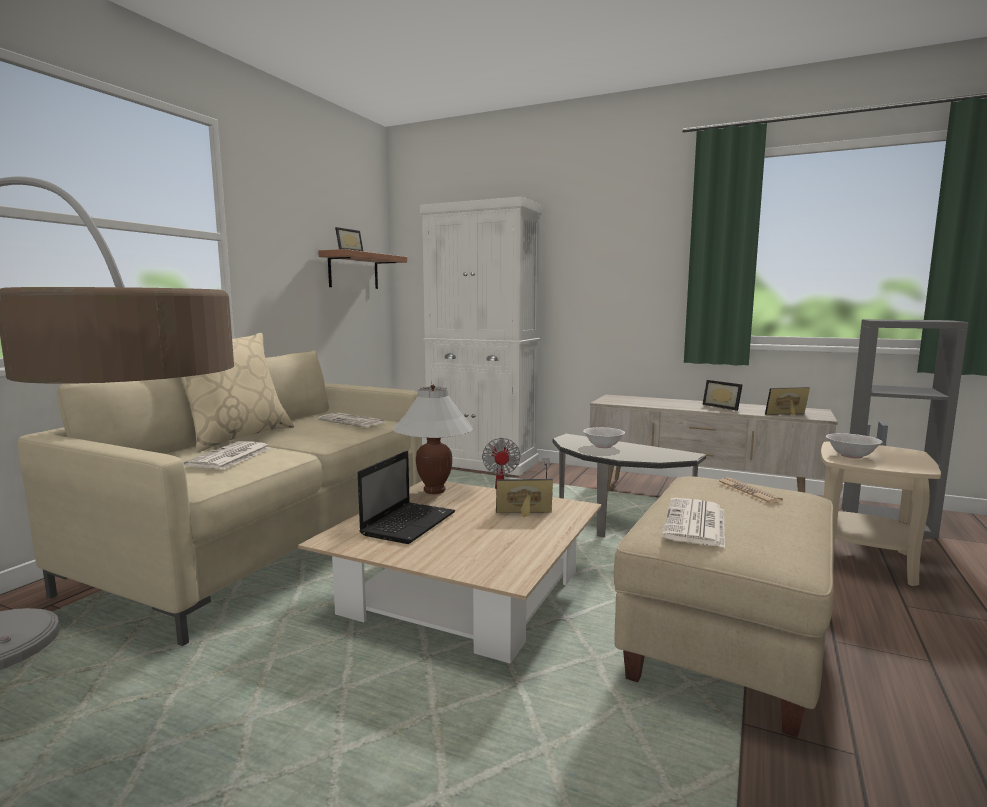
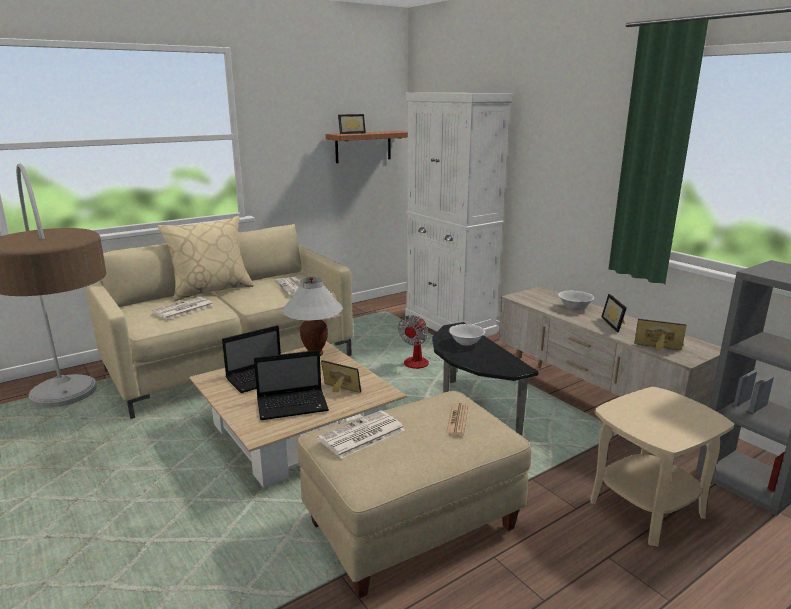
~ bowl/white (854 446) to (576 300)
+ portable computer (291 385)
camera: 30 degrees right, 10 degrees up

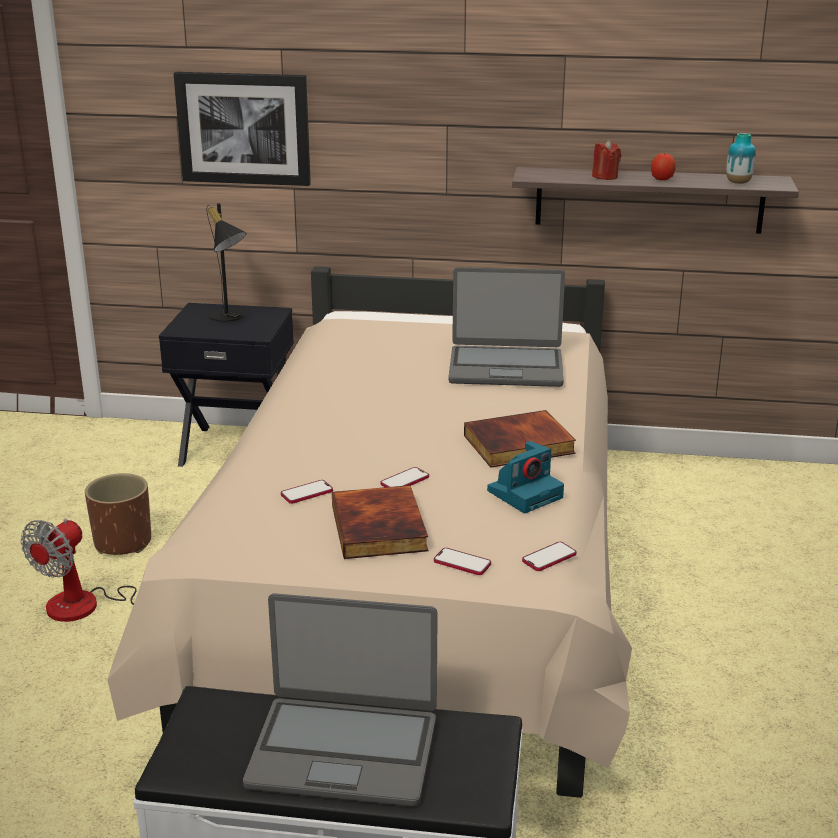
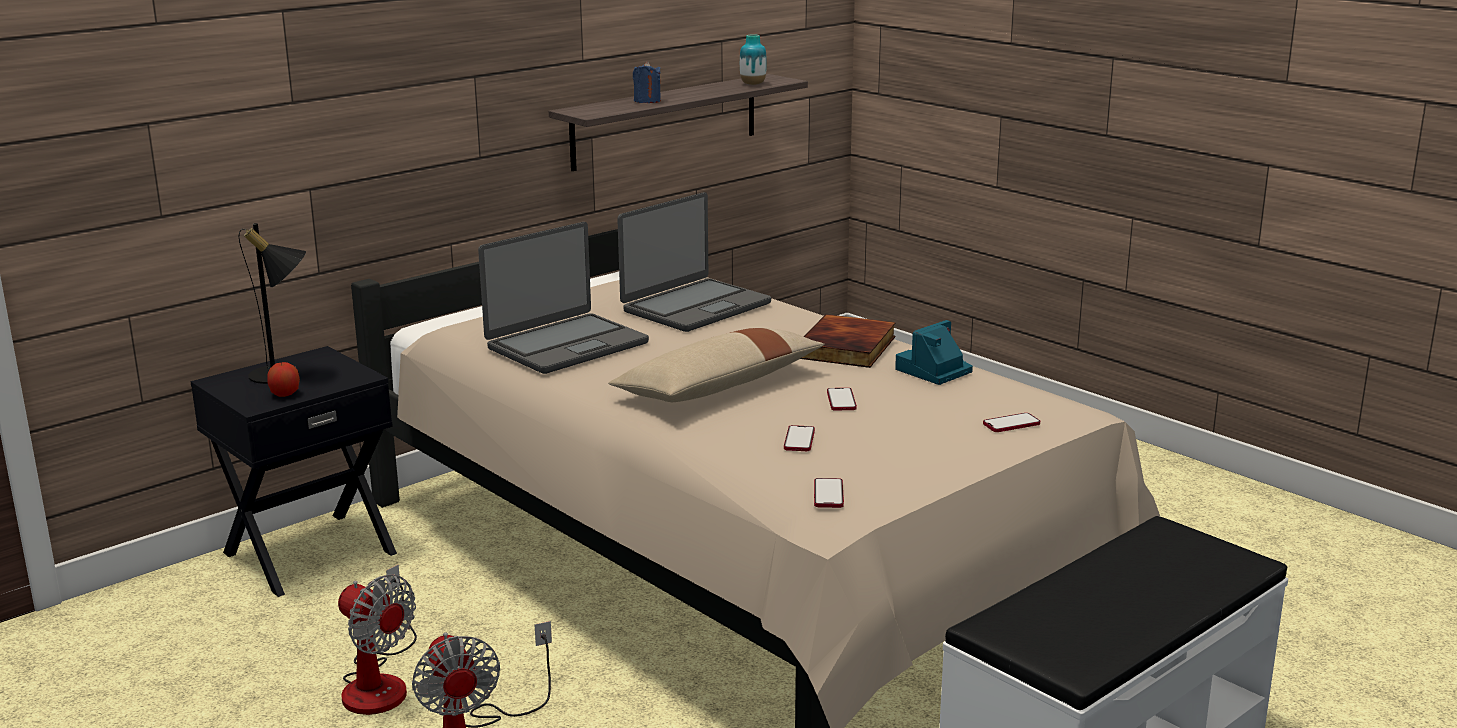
~ planter/brownish (118 514) to cooling fan (377 640)
- wall picture (242 129)
~ portable computer (340 700) to (563 298)
- bound book (380 522)
~ photo camera (525 477) = (934 352) 135 degrees counterclockwise
~ phone (549 556) to (829 493)
~ candle/reddish (606 160) to candle/blue (647 82)
~ apple (663 166) to (283 379)
+ throw pillow/sand-coloured (717 365)
camera: 50 degrees left, 5 degrees down

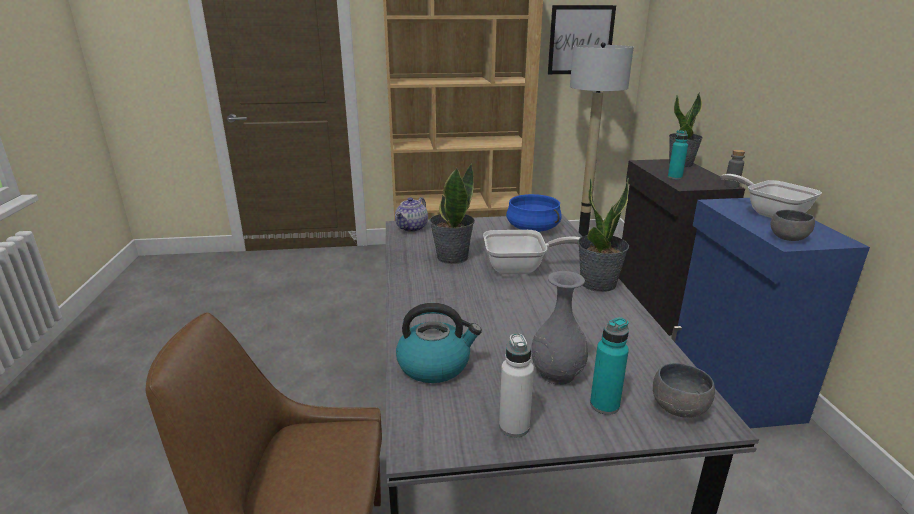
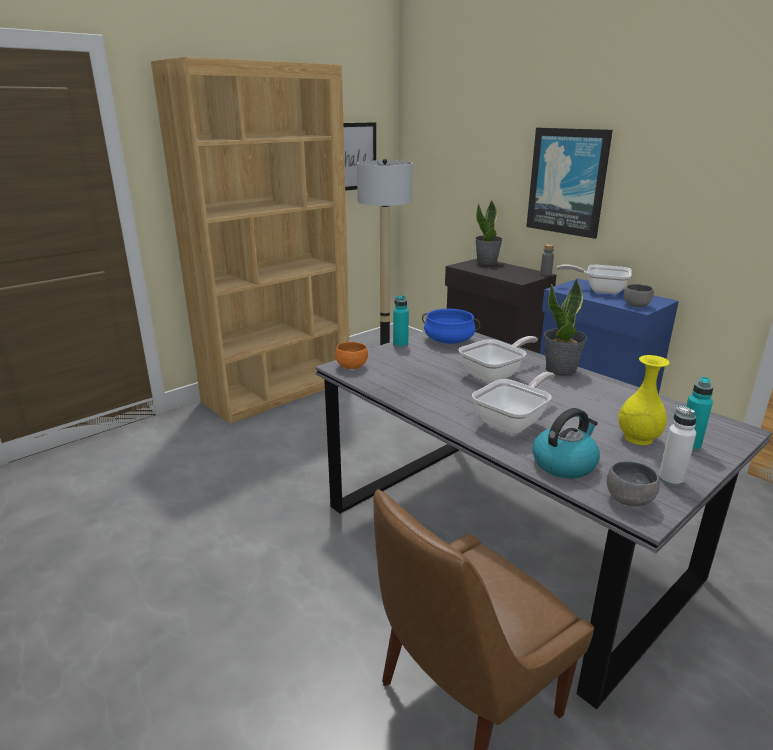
~ tea pot (411 214) to bowl/orangey (351 355)
- potted plant (452 213)
~ flower vase/grey (559 328) to flower vase/yellow (644 400)
~ bowl/grey (684 390) to (633 483)
~ beverage bottle/blue-green (678 155) to (401 321)
+ pan (513 403)
+ wall picture (569 183)
camera: 35 degrees left, 0 degrees up

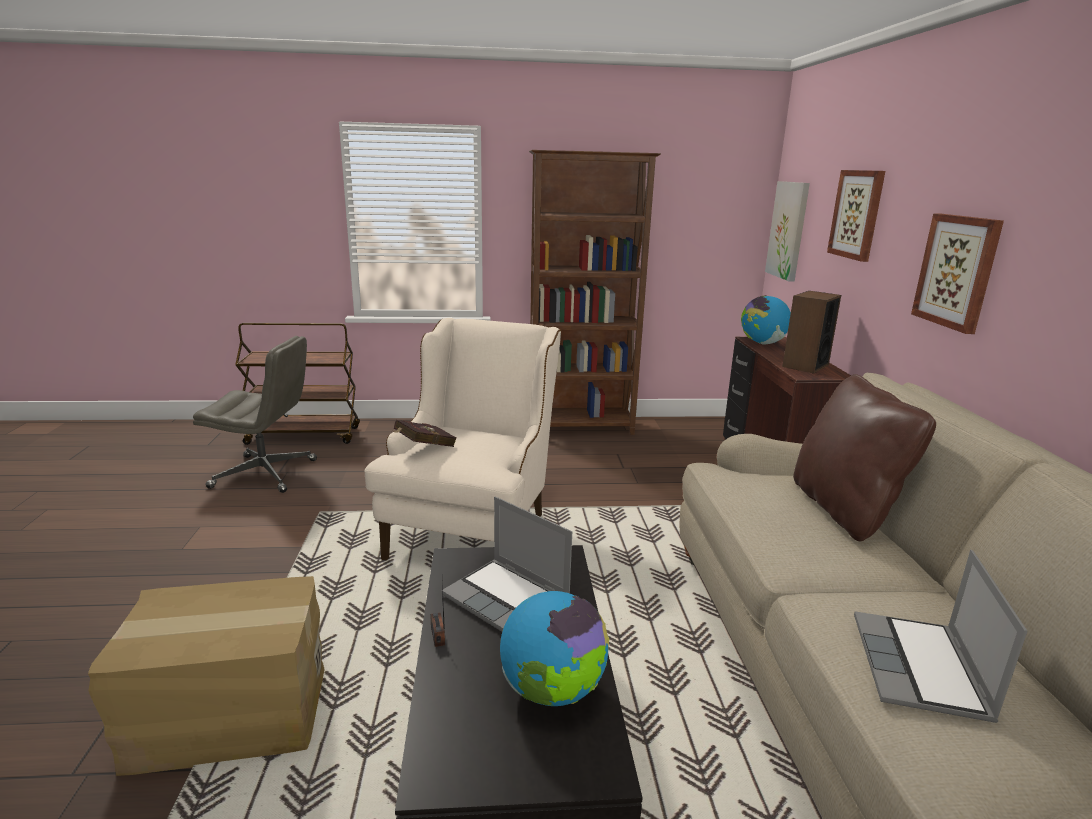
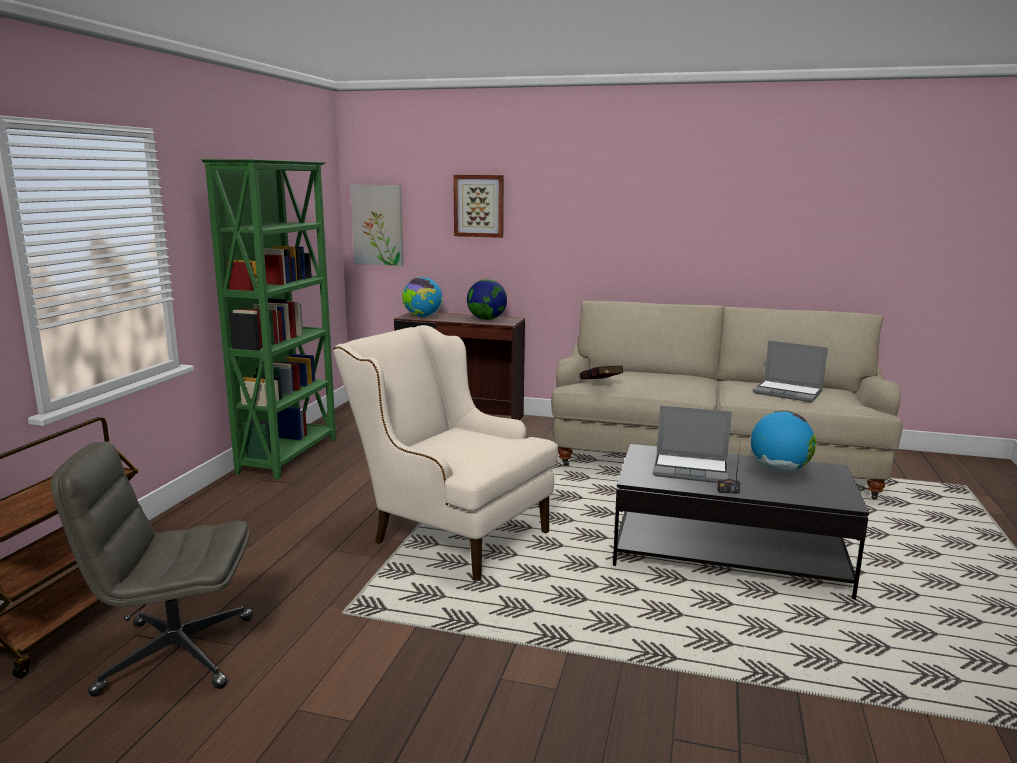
- cardboard box (206 676)
~ computer chair/grey (255 414) = (152 569) 120 degrees counterclockwise
~ bound book/reddish (424 433) to (601 372)
~ portable computer (507 564) = (692 444) 45 degrees clockwise
~ bookshelf/brownish (595 292) to bookshelf/greenish (268 319)
~ loudspeaker (811 332) to world globe (487 299)
- throw pillow/brownish (864 457)
- wall picture (957 273)
camera: 70 degrees left, 5 degrees down

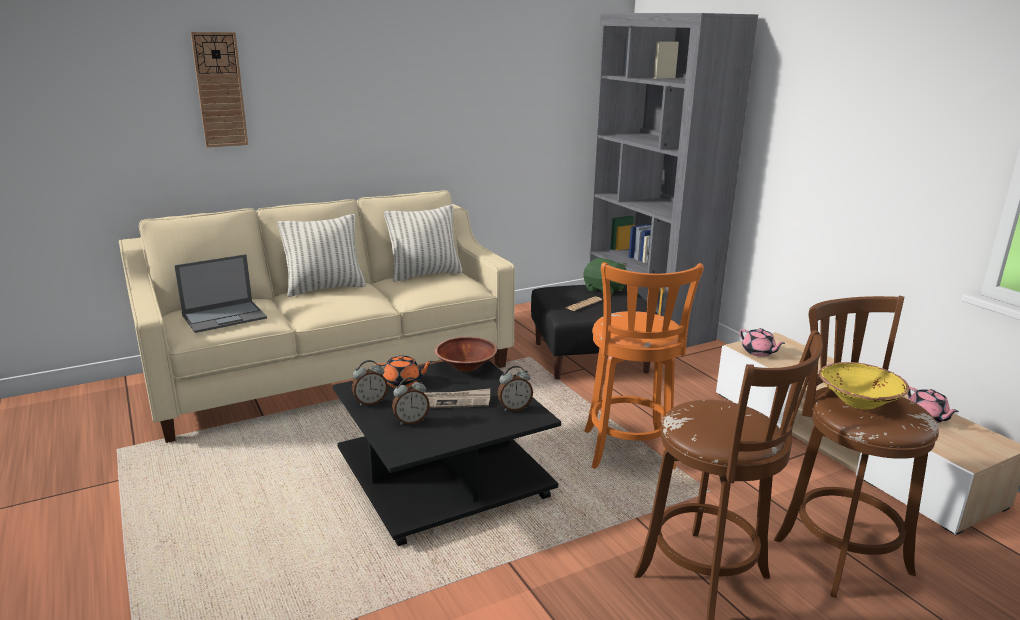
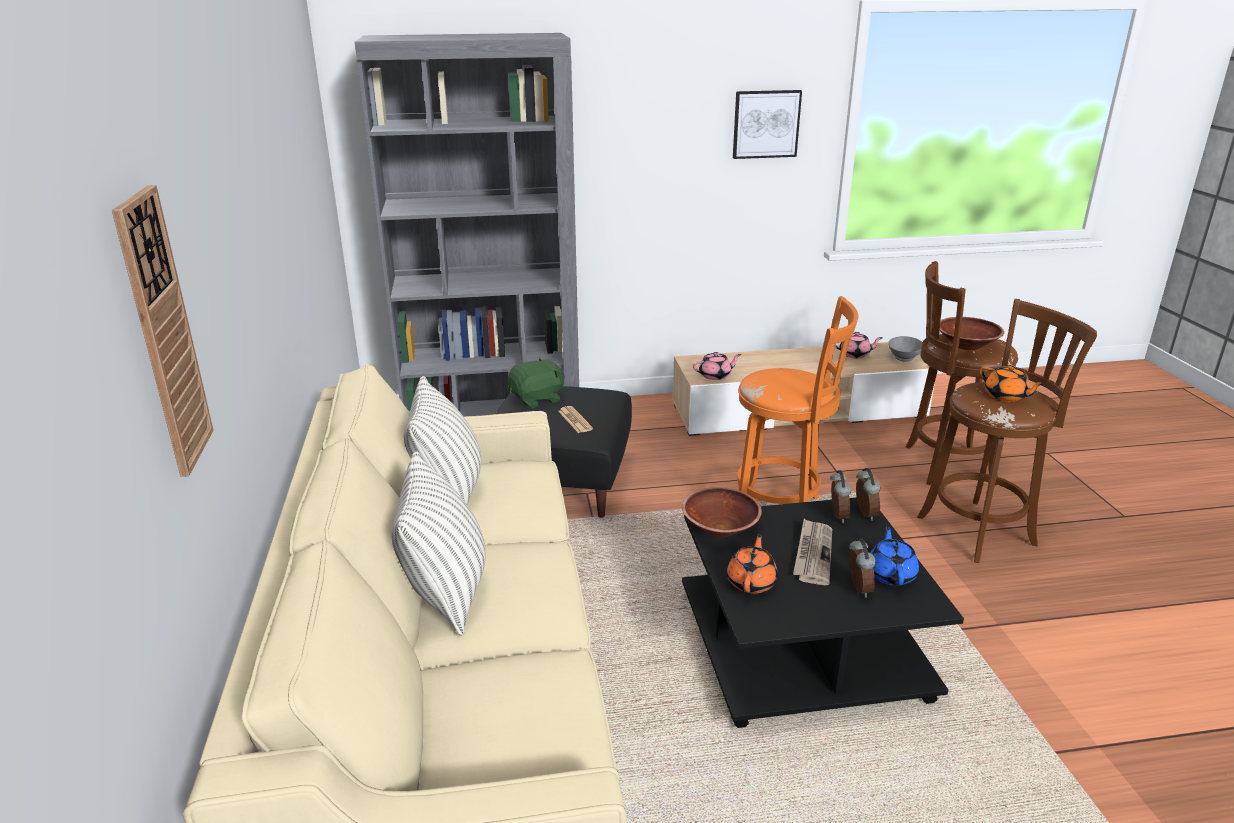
- portable computer (220 293)
~ alarm clock (370 383) to (868 494)
~ bowl/yellow (864 385) to bowl/brownish (972 333)
+ wall picture (767 124)
+ tea pot/blue (894 556)
+ bowl/grey (905 349)
+ tea pot/orangey (1012 383)
camera: 70 degrees left, 5 degrees up

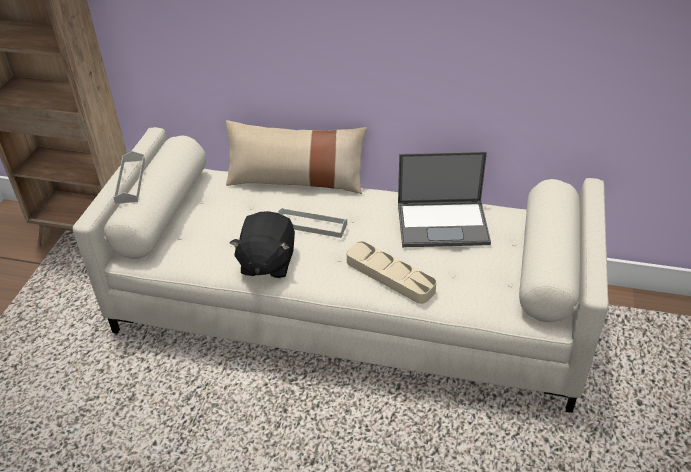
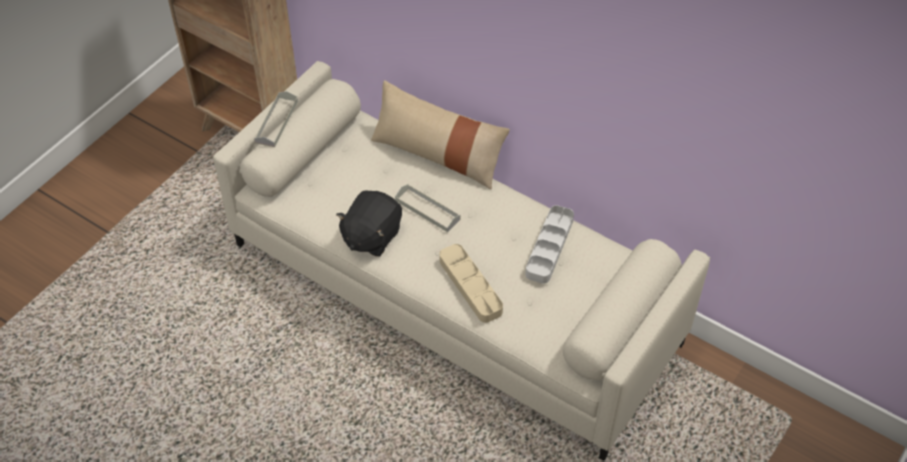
~ portable computer (444 199) to carrying tray/grey (549 244)
camera: 20 degrees right, 10 degrees up

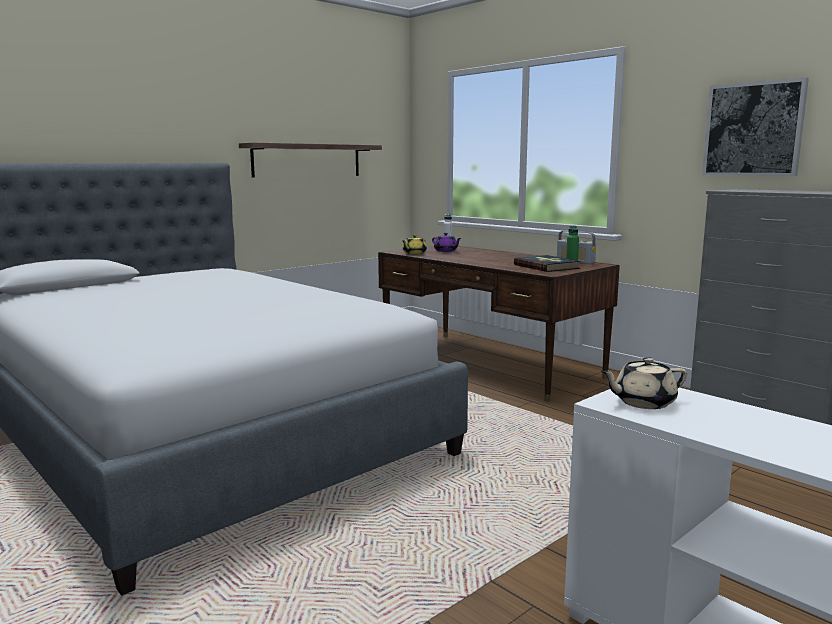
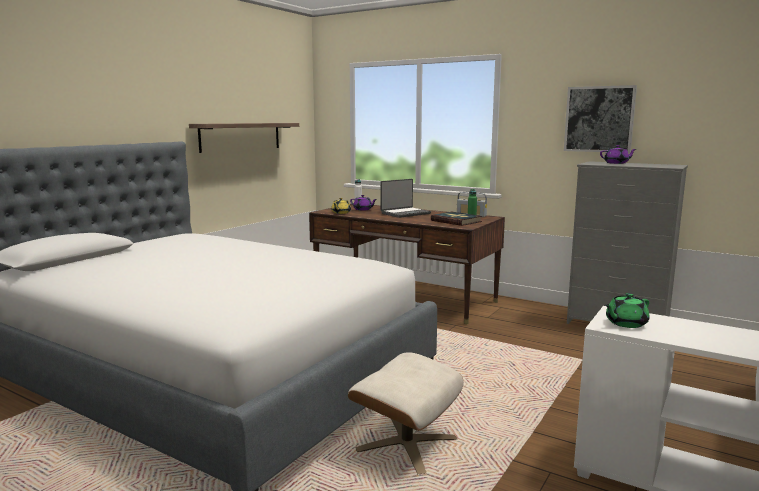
~ tea pot/sand-coloured (644 383) to tea pot/greenish (627 310)
+ ottoman/sand-coloured (406 413)
+ portable computer (405 198)
+ tea pot/purplish (618 154)
camera: 15 degrees left, 0 degrees up

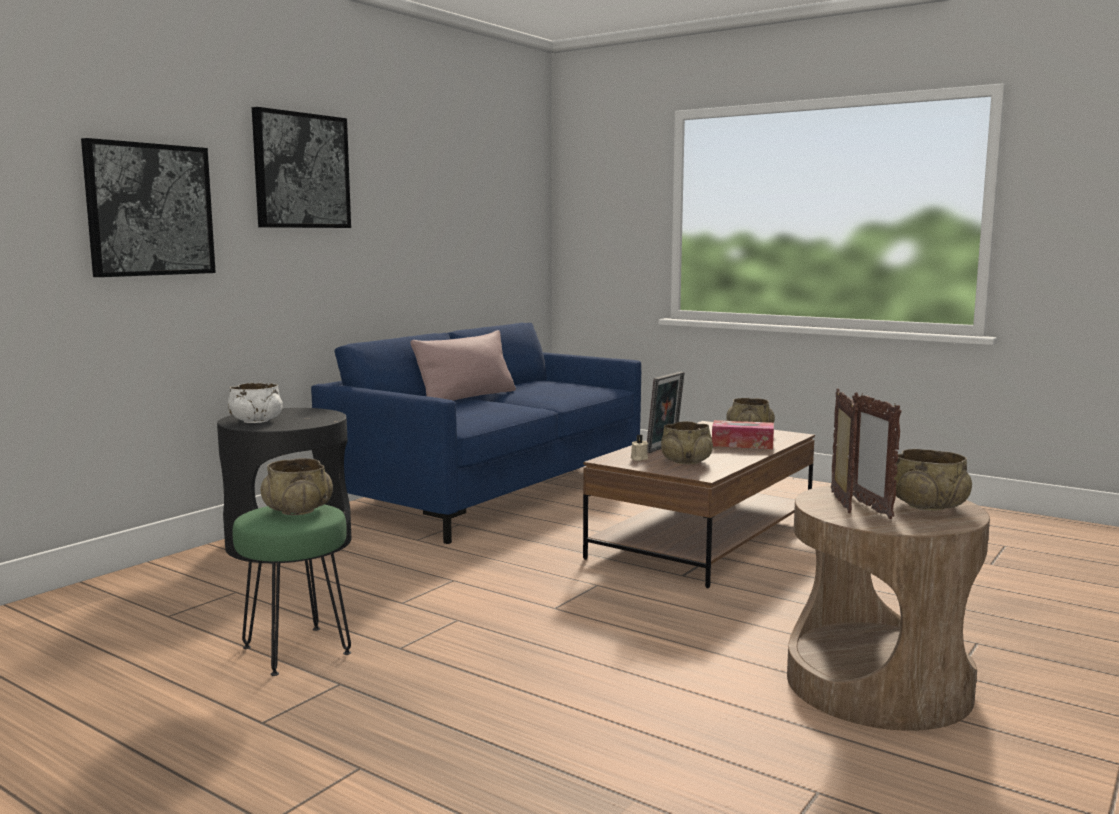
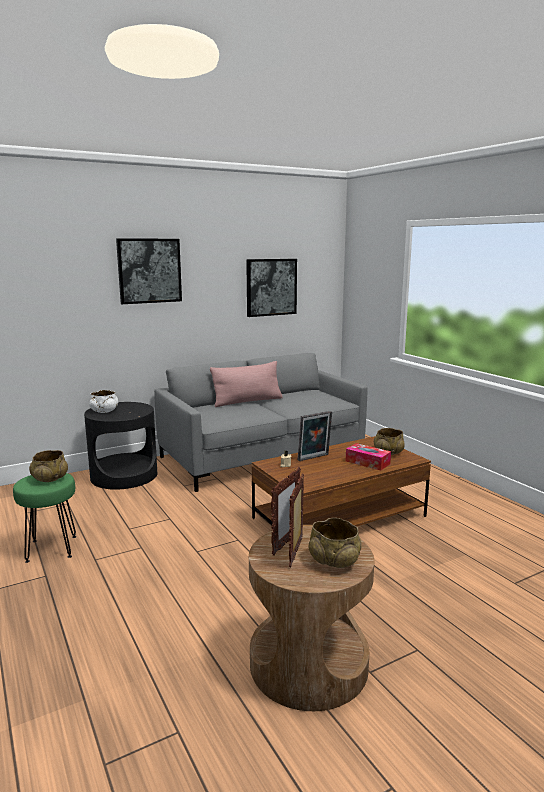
~ wall picture (148 207) to (271 288)
~ couch/blue (476 433) to couch/grey (261 422)
- bowl/sand-coloured (687 442)
camera: 25 degrees right, 5 degrees up

